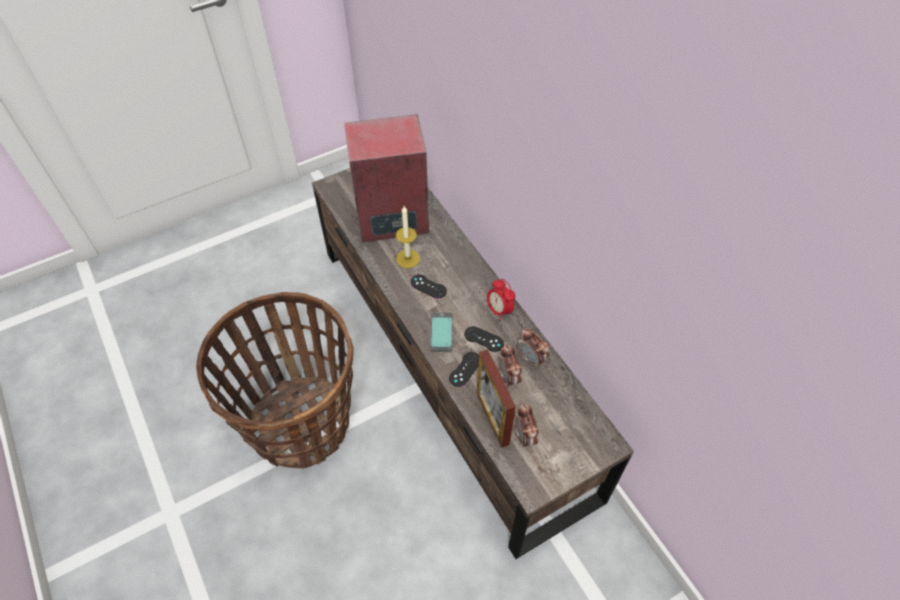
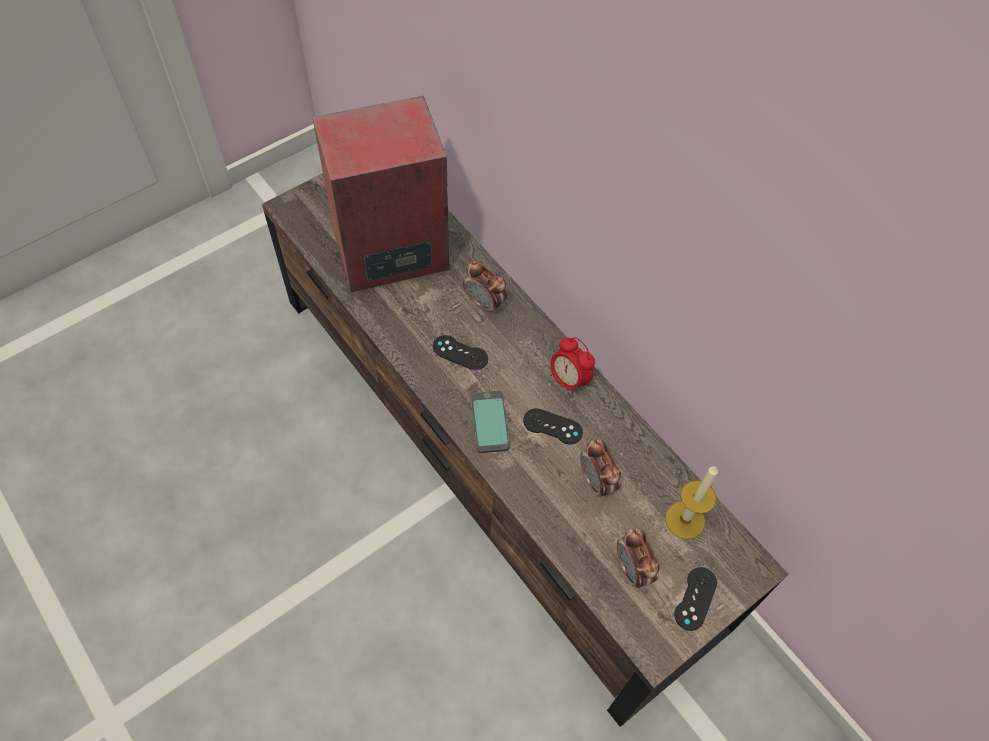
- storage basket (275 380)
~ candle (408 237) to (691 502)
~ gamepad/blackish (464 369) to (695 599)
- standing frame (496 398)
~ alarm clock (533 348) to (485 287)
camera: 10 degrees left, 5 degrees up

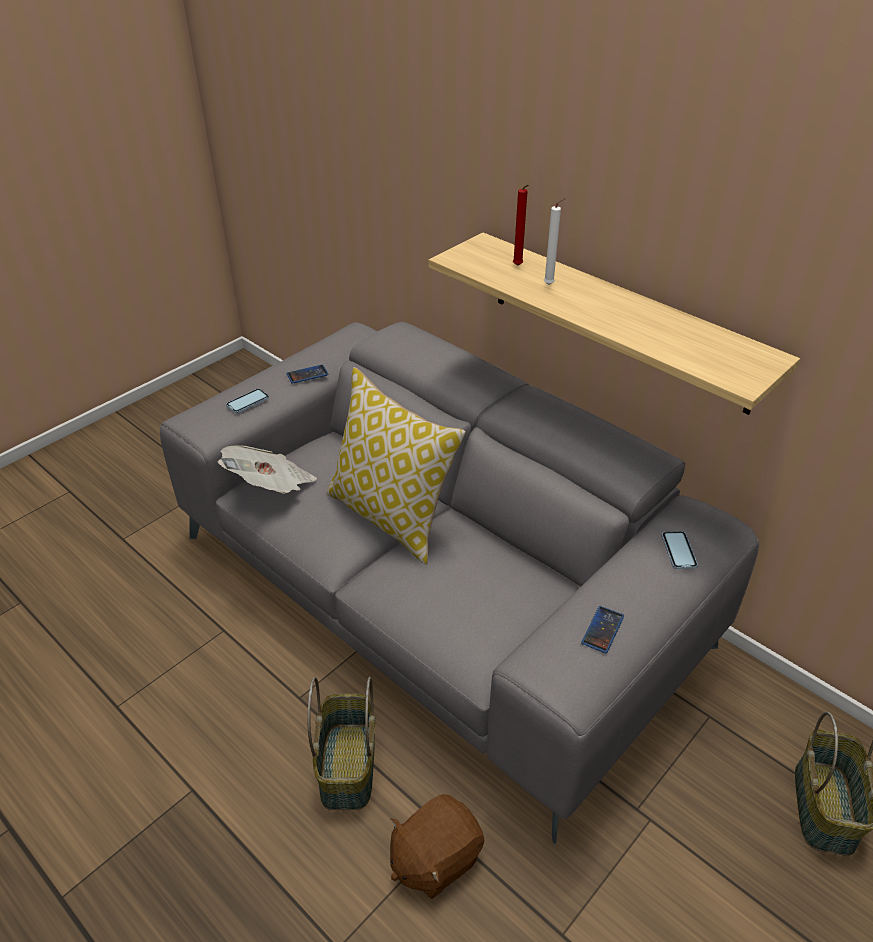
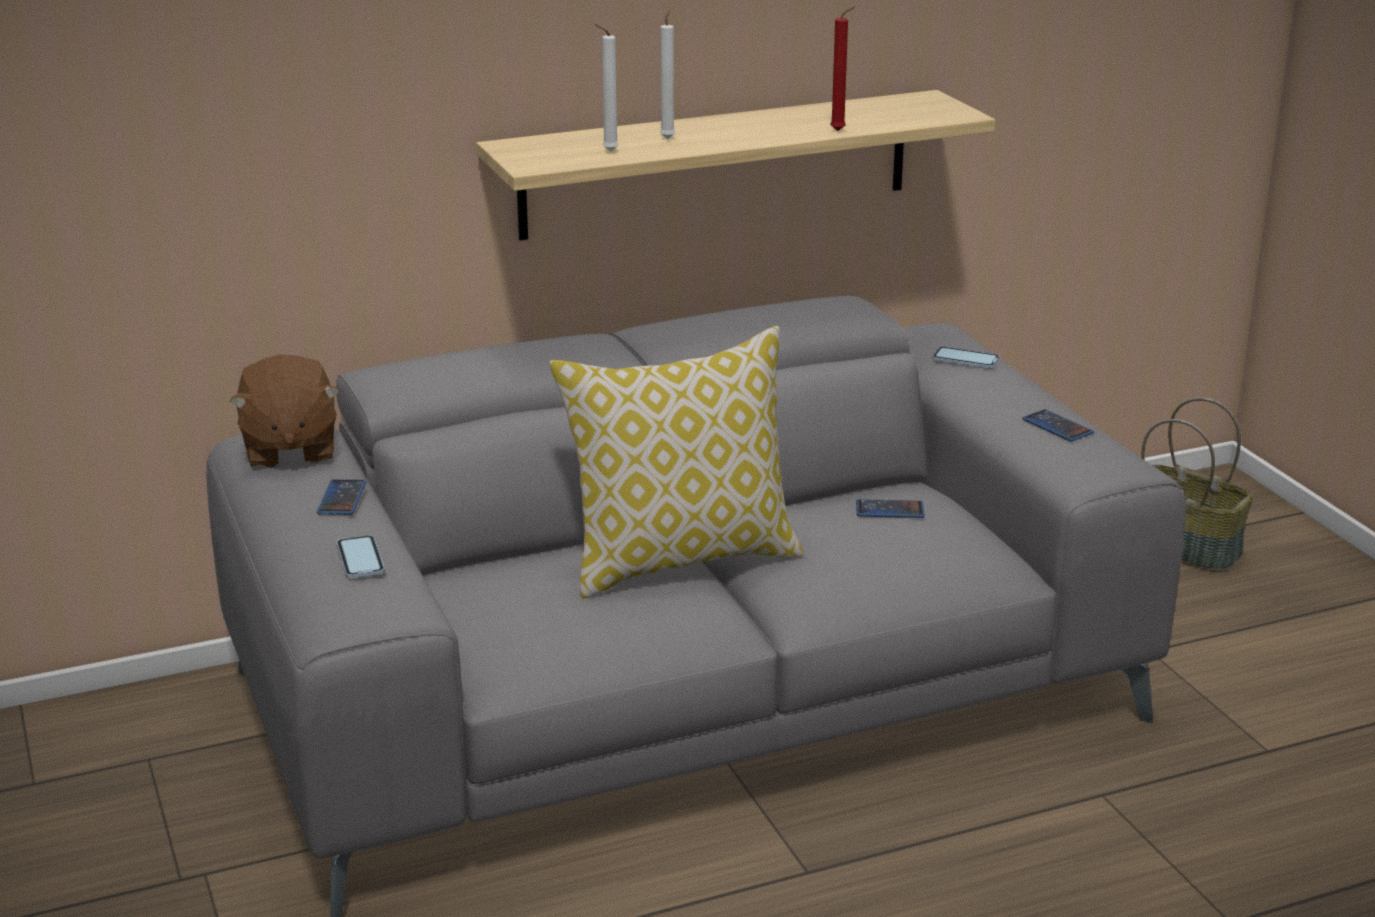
- daily paper (267 470)
- storage basket (341 743)
~ soft toy/brownish (437 846) to (285 411)
~ candle/reddish (521 225) to (842 68)
+ candle/white (607 88)
+ phone (890 508)
camera: 65 degrees left, 15 degrees down

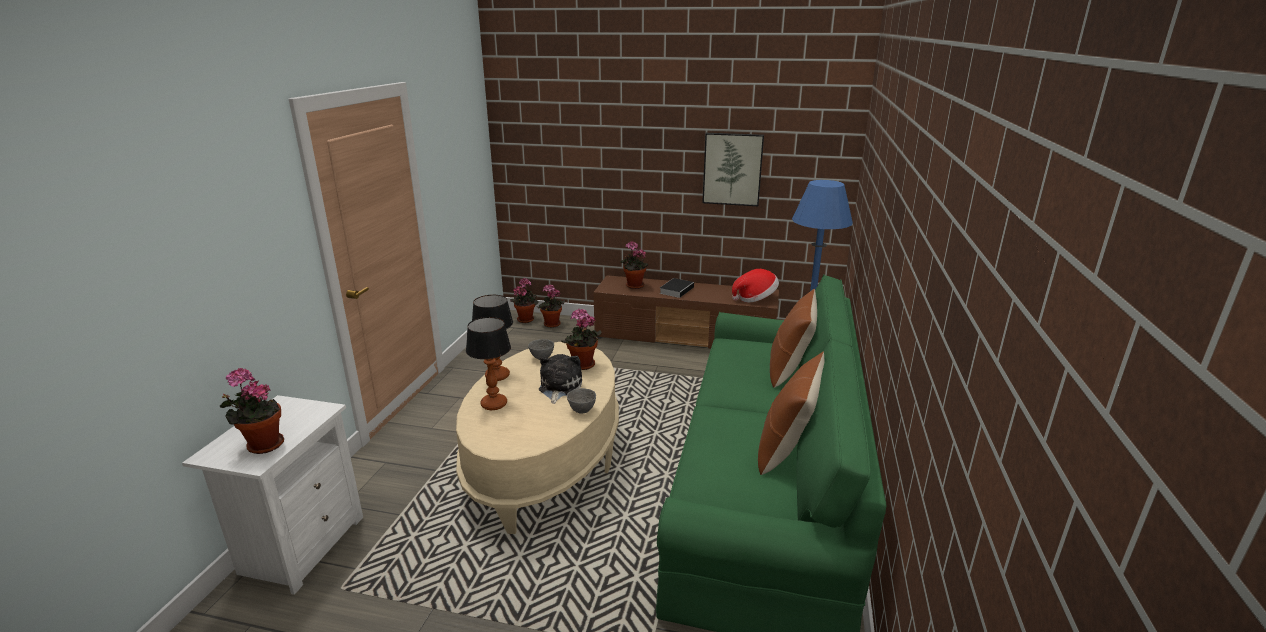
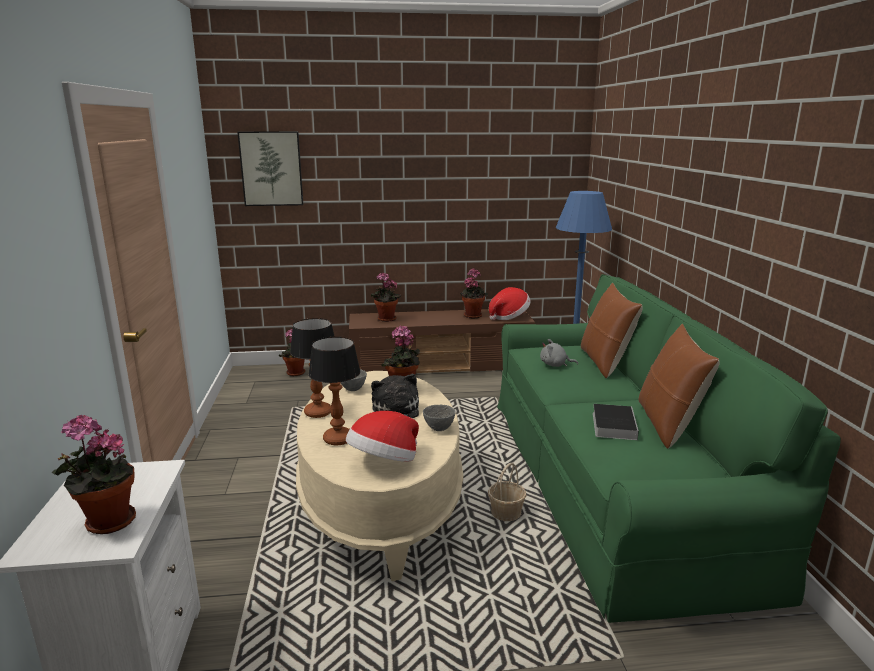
~ potted plant (524 300) to (474 293)
~ bound book (677 288) to (616 422)
~ wall picture (733 169) to (270 168)
+ wearable hat (382 436)
+ storage basket (507 492)
+ soft toy/grey (559 353)
camera: 20 degrees left, 5 degrees down

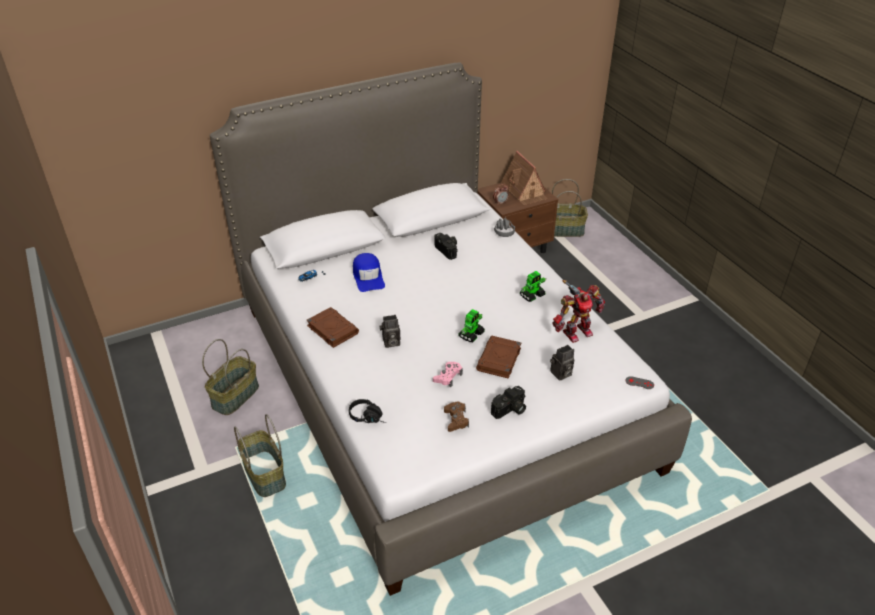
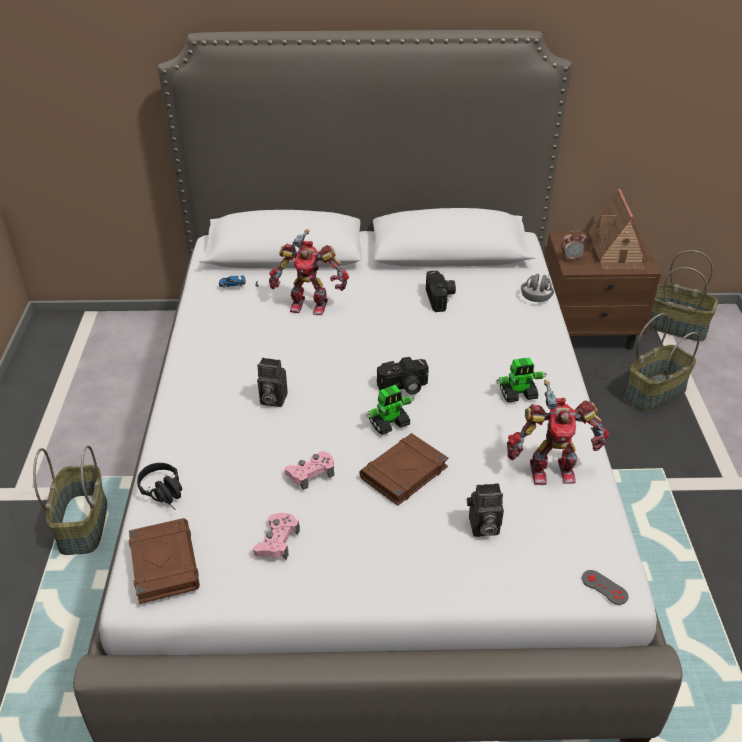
~ storage basket (230 377) to (662 362)
~ bound book/brownish (332 327) to (164 561)
~ cap/blue (369 272) to robot figure (309 272)
~ gamepad/brownish (456 417) to gamepad/pink (276 536)
~ photo camera (508 402) to (403 376)
camera: 25 degrees right, 0 degrees up

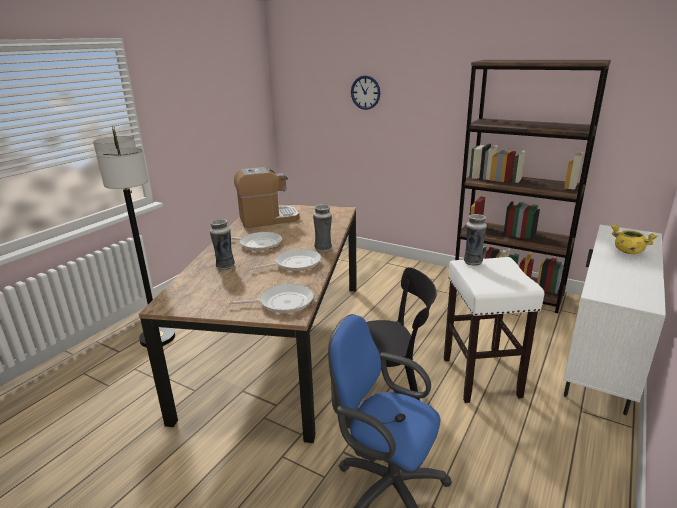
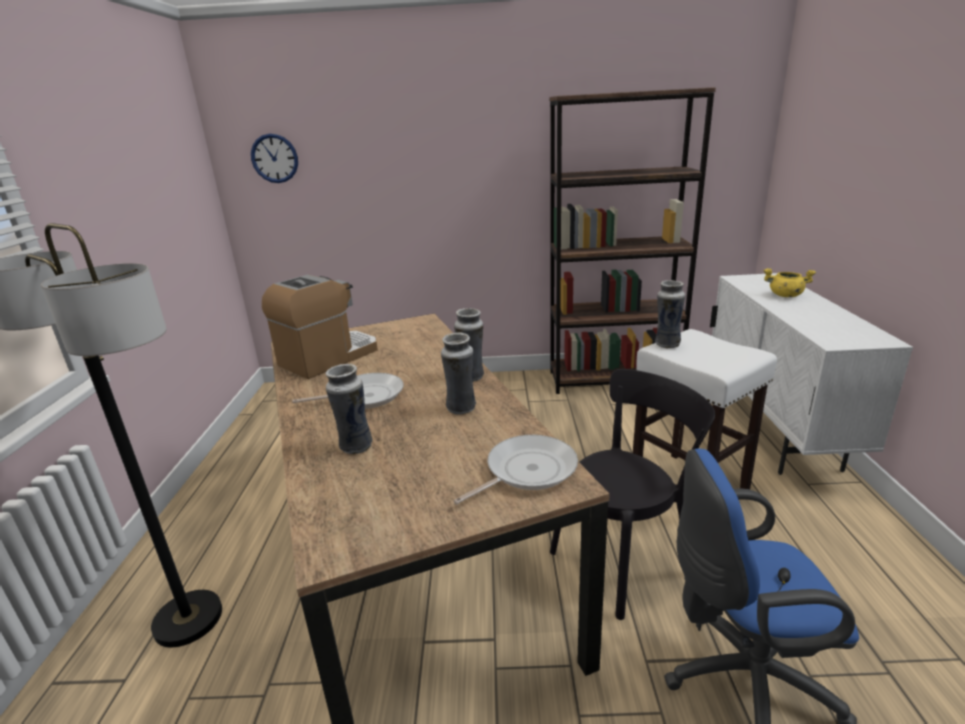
~ pan (285 260) to flower vase (458 373)
~ wall clock (365 92) to (274 158)
camera: 30 degrees left, 0 degrees up

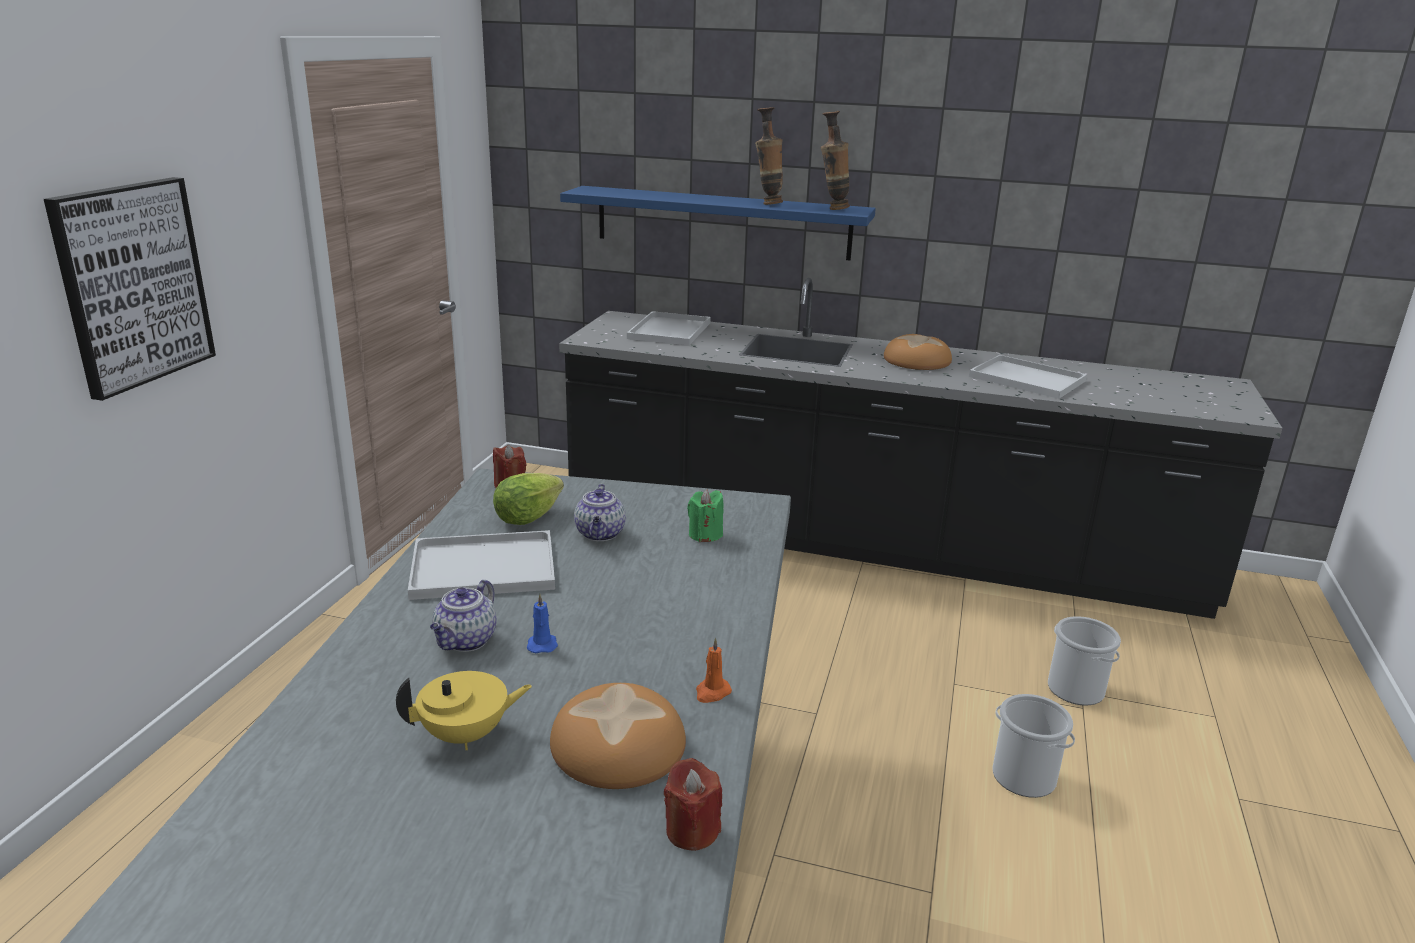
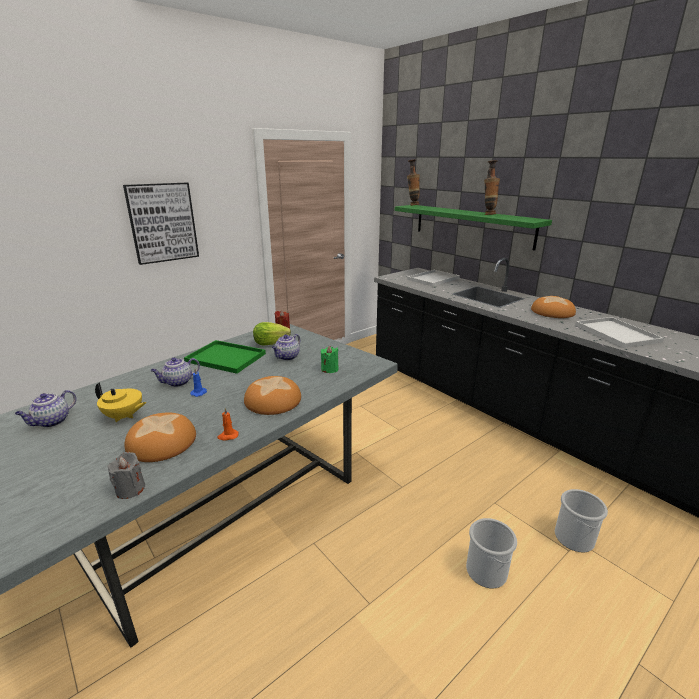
~ carrying tray/white (481 565) to carrying tray/greenish (225 357)
~ shelf/blue (718 223) to shelf/greenish (473 228)
~ candle/reddish (693 804) to candle/grey (126 475)
~ flower vase (835 160) to (413 182)
+ tea pot (45 409)
+ baked bread (272 395)
camera: 35 degrees right, 0 degrees up

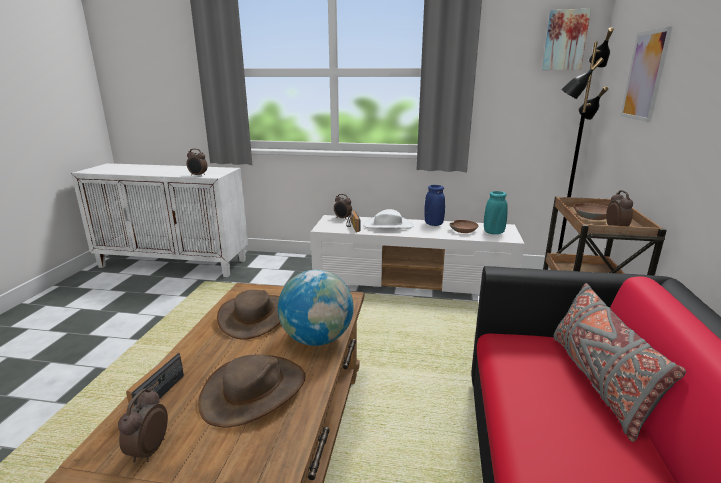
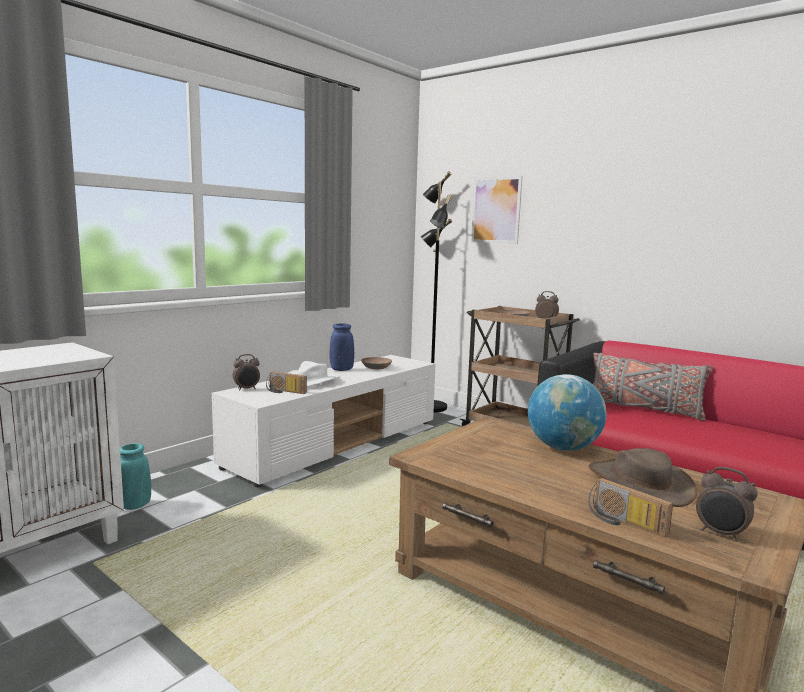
- alarm clock (197 162)
- wearable hat/brownish (248 315)
~ flower vase/blue-green (496 212) to (135 476)
- wall picture (566 39)
camera: 60 degrees left, 10 degrees down

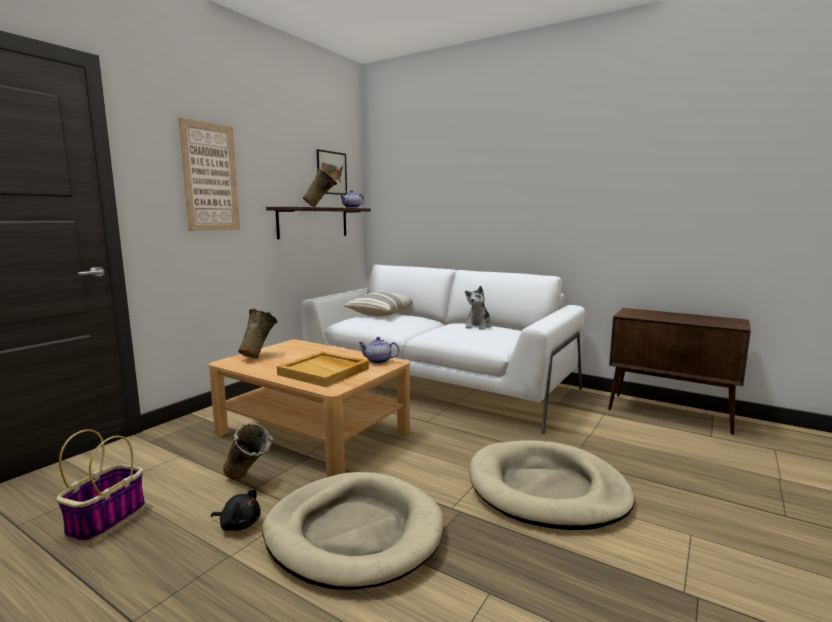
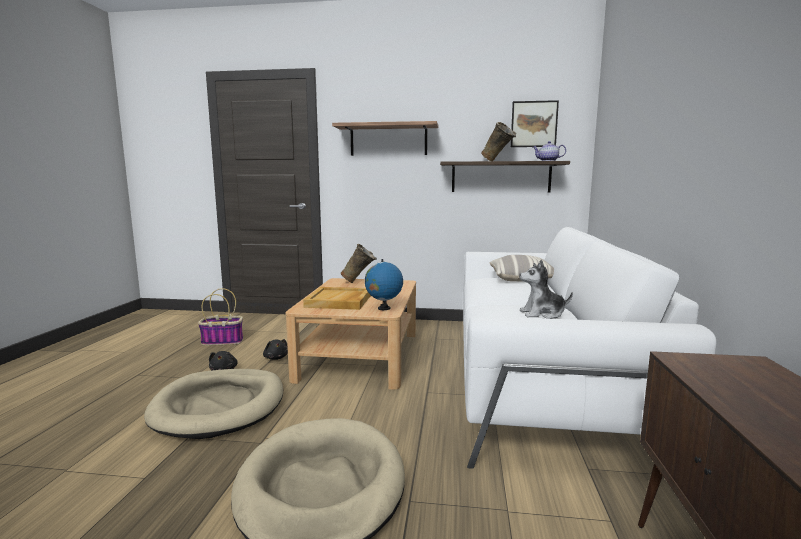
~ wall picture (209 174) to shelf (385 138)
~ flower vase/sand-coloured (248 451) to soft toy/blackish (275 349)
~ tea pot (378 350) to world globe (384 284)
camera: 65 degrees right, 0 degrees up

